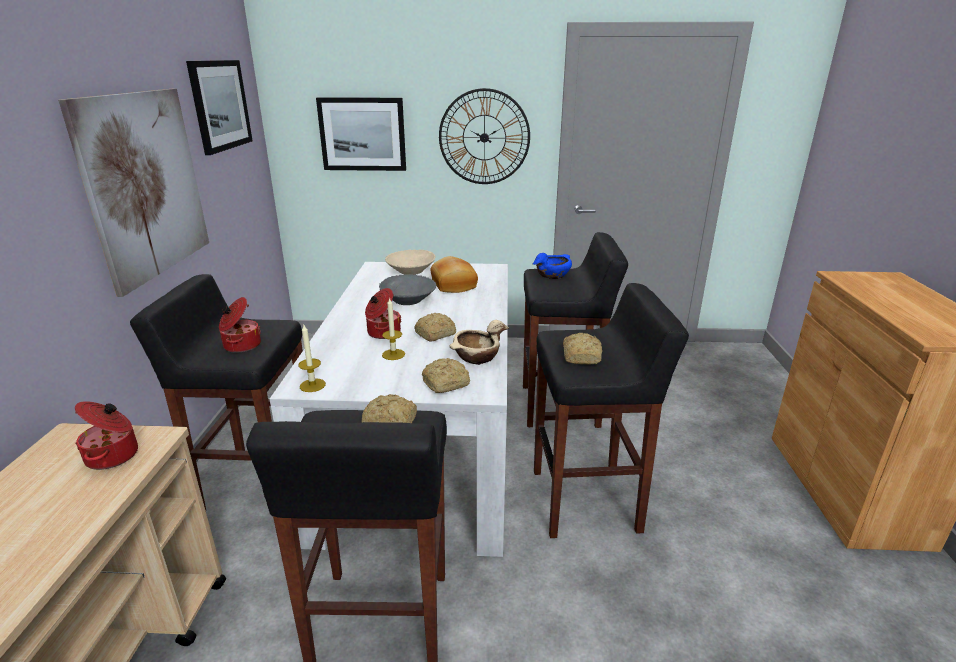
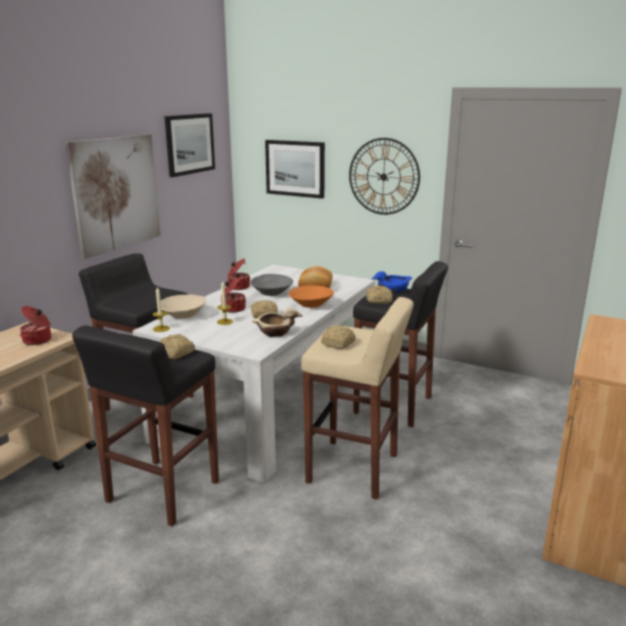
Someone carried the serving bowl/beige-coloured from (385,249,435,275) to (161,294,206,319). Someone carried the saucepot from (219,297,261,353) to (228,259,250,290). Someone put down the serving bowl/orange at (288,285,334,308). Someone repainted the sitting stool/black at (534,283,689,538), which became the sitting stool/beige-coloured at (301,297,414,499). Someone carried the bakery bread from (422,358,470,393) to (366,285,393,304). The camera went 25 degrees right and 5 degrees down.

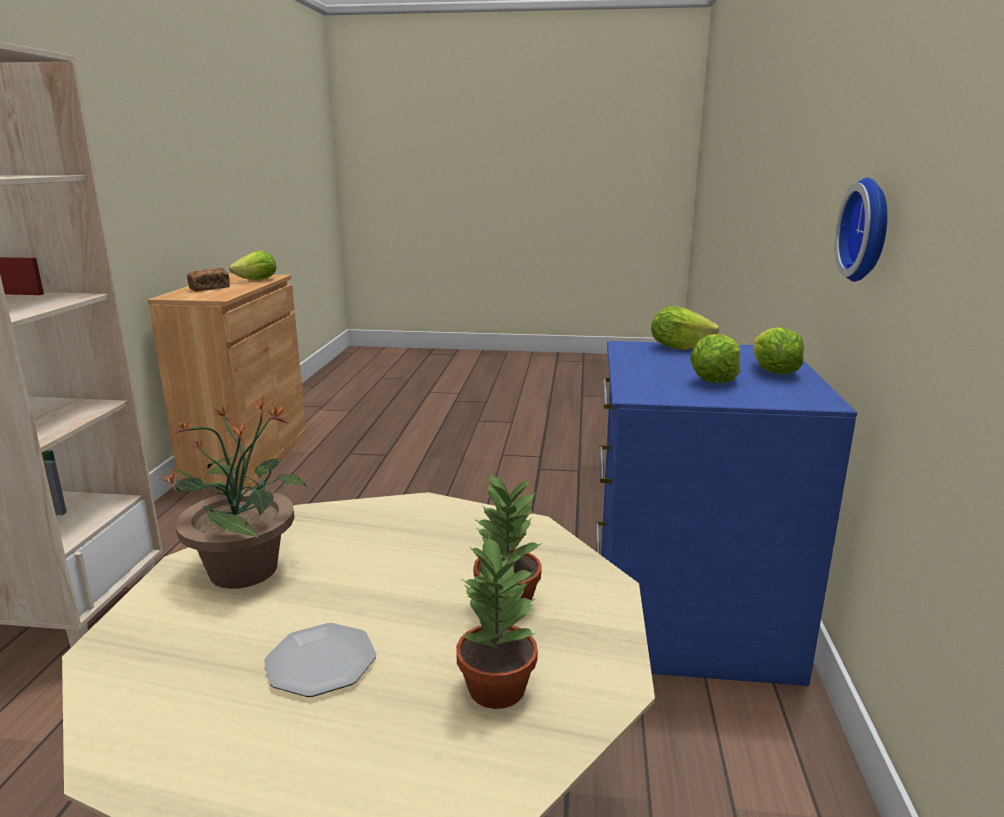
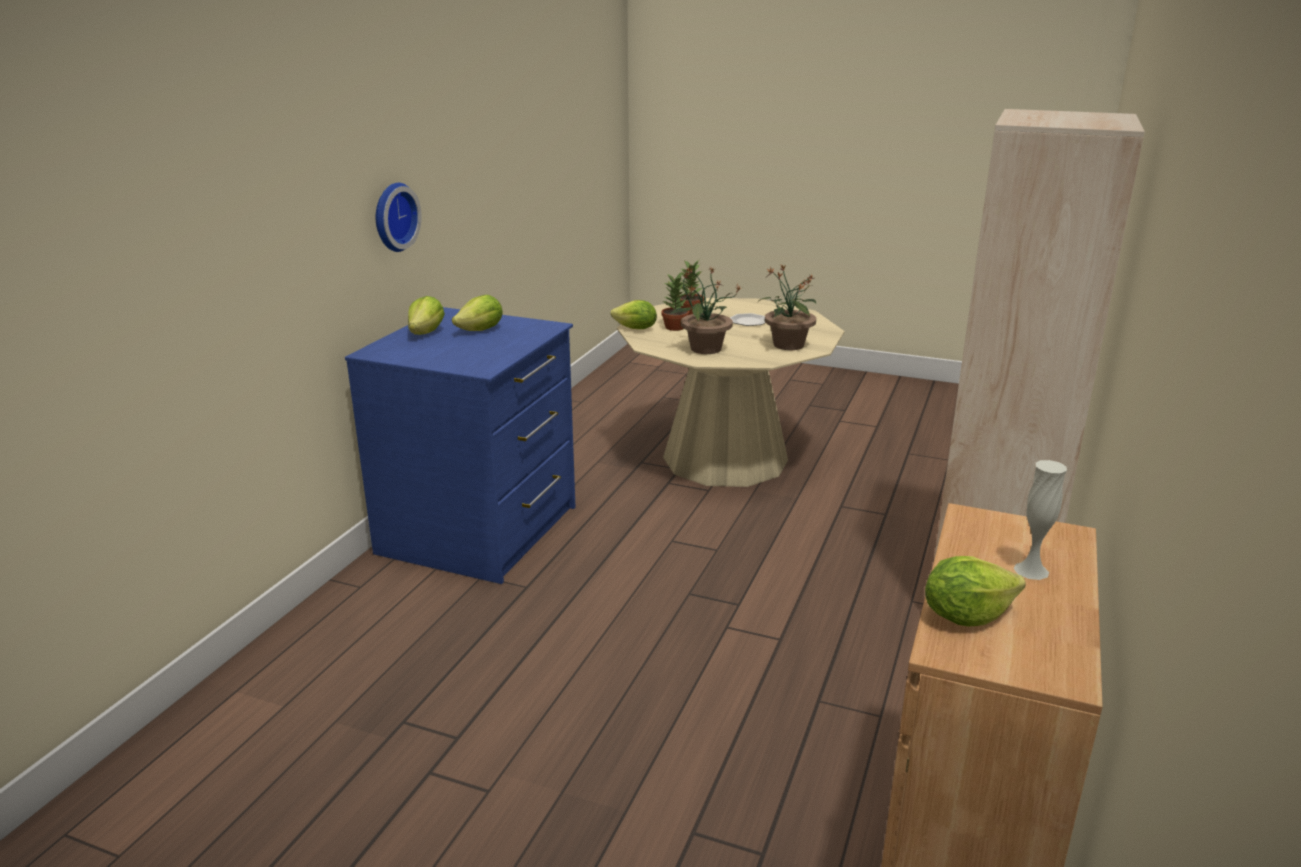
Someone carried the lettuce from (651,306,719,350) to (611,300,657,329). Someone put down the plant in a pot at (670,266,741,354). Someone swapped the bakery bread at (187,268,230,291) for the flower vase/white-coloured at (1014,460,1067,580). The camera went 165 degrees left and 5 degrees up.

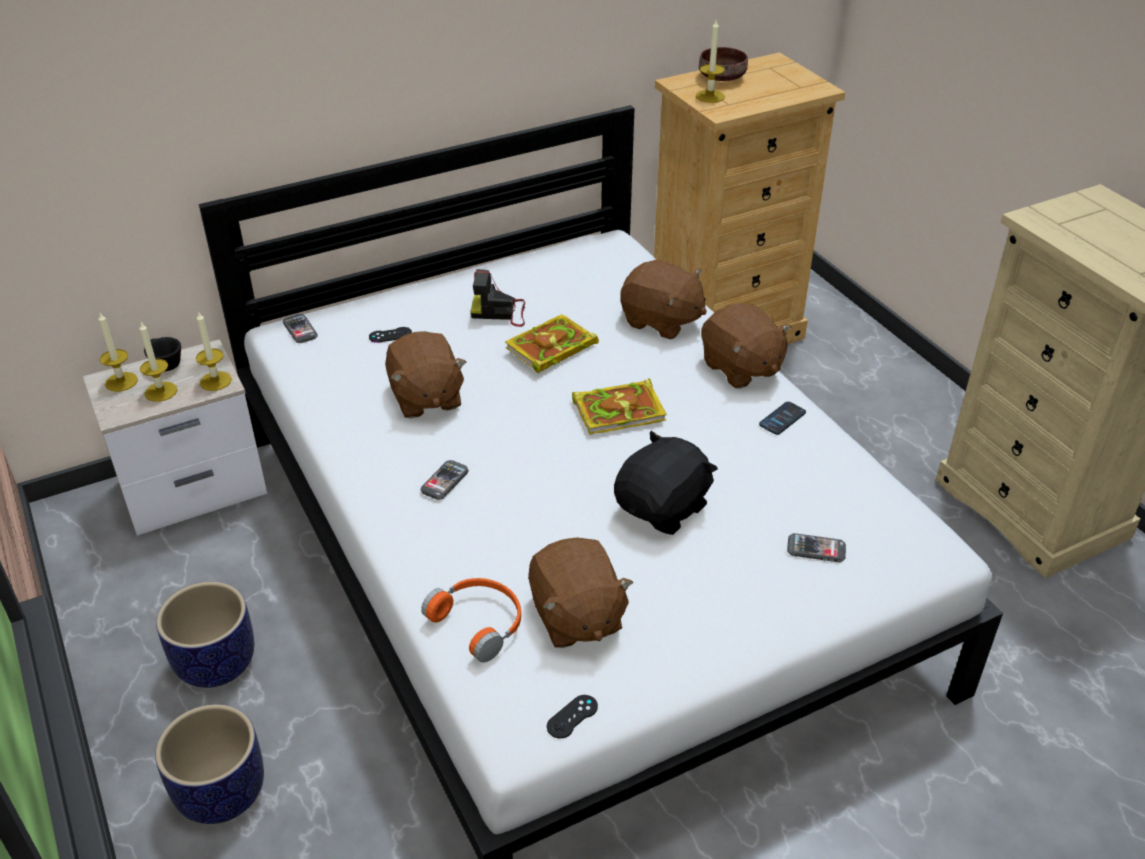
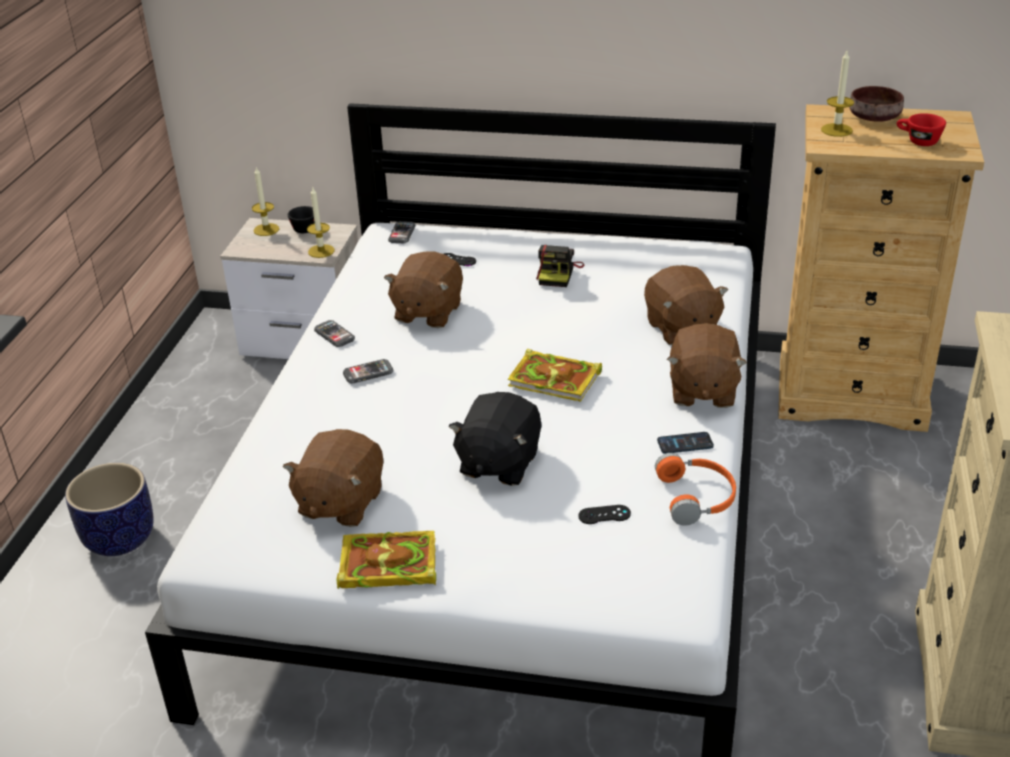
Someone carried the handset from (787,533,846,562) to (314,320,355,347). Someone carried the bound book from (505,314,599,373) to (337,531,436,589). Someone rotated the soft toy/black at (614,431,718,535) by 120 degrees clockwise. Someone rotated the still camera at (470,269,525,327) by 120 degrees counterclockwise. Someone carried the joypad/black from (547,695,598,738) to (578,505,631,524). Someone carried the headphones/orange from (421,578,521,663) to (655,453,736,526). Someone put down the cup/red-coloured at (897,113,946,146). Someone took away the wax light at (139,322,177,402). Someone took away the planter at (156,582,254,688). The camera went 40 degrees right and 5 degrees down.

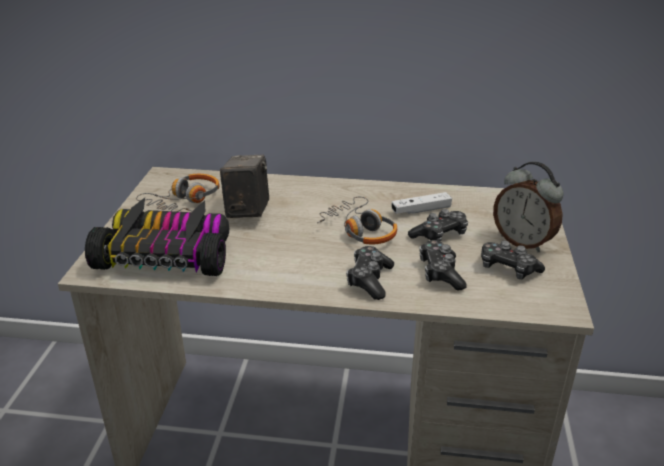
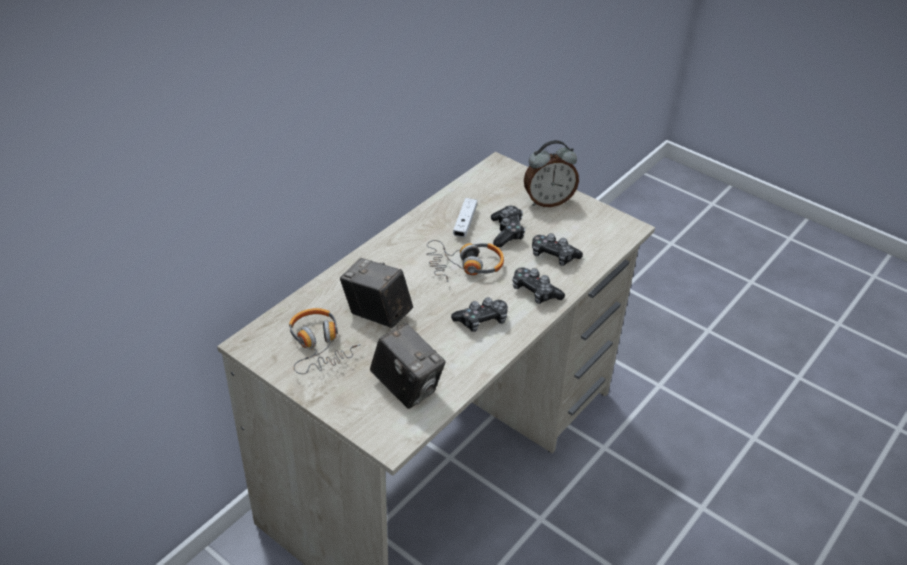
Someone swapped the toy car at (85,198,230,276) for the still camera at (370,323,446,409). Someone carried the joypad from (481,240,545,280) to (451,297,508,332). The camera went 60 degrees left and 10 degrees up.

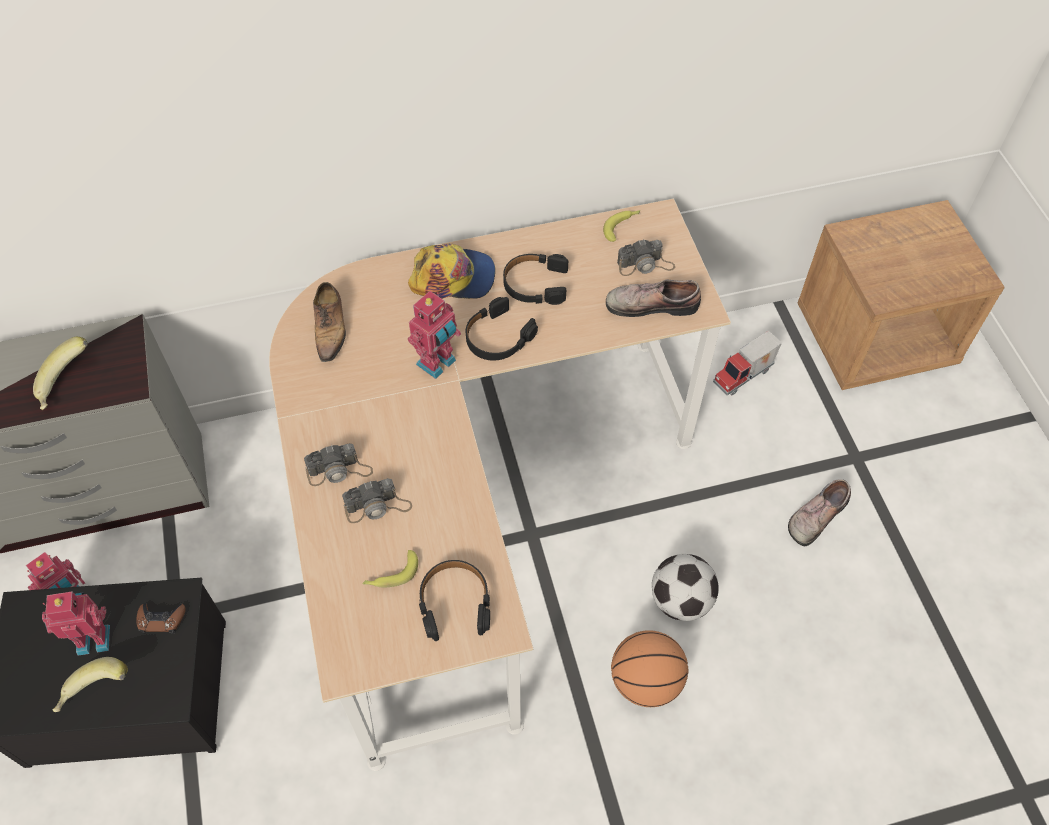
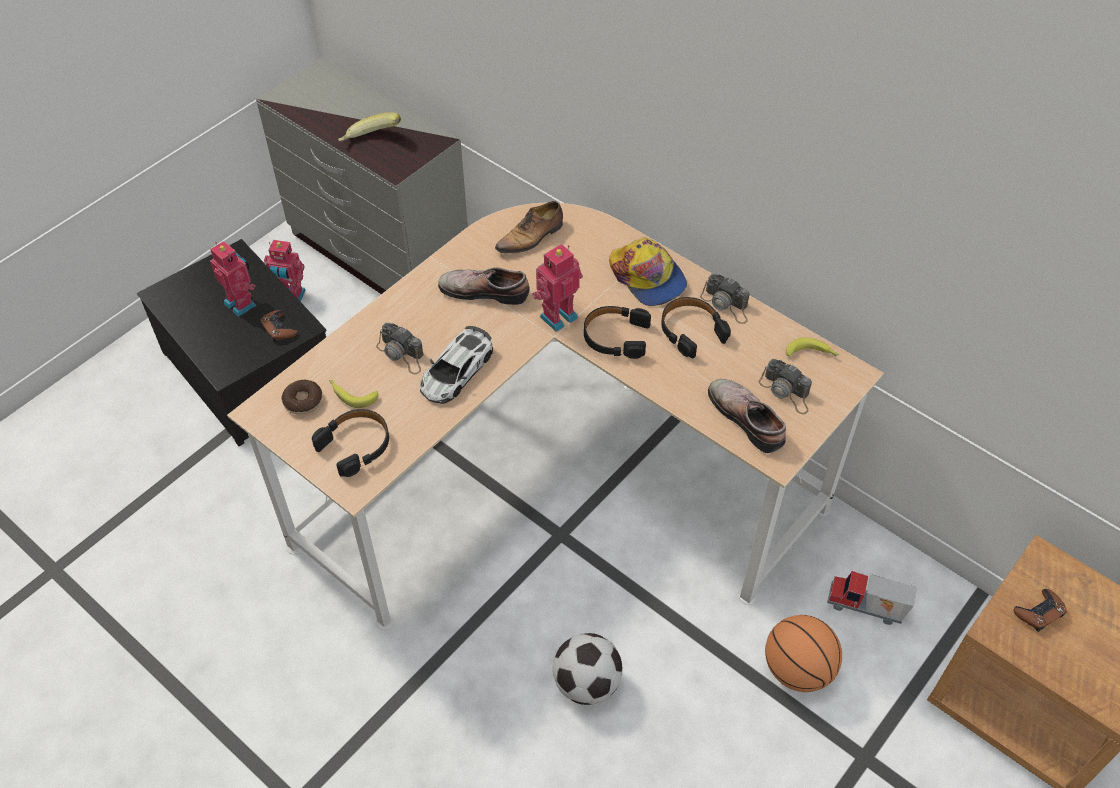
Someone put down the ring doughnut at (282,380,322,414). Someone put down the toy car at (420,326,493,404). Someone carried the low shoe from (788,479,851,546) to (438,267,530,305). Someone rotated the robot figure at (408,291,461,379) by 135 degrees clockwise. Someone carried the still camera from (304,443,373,486) to (700,274,750,324). Someone carried the basketball from (611,630,688,707) to (765,615,842,692). Someone put down the joypad/brownish at (1014,589,1067,632). Someone took away the banana fruit at (53,657,128,712). The camera went 55 degrees right and 5 degrees down.

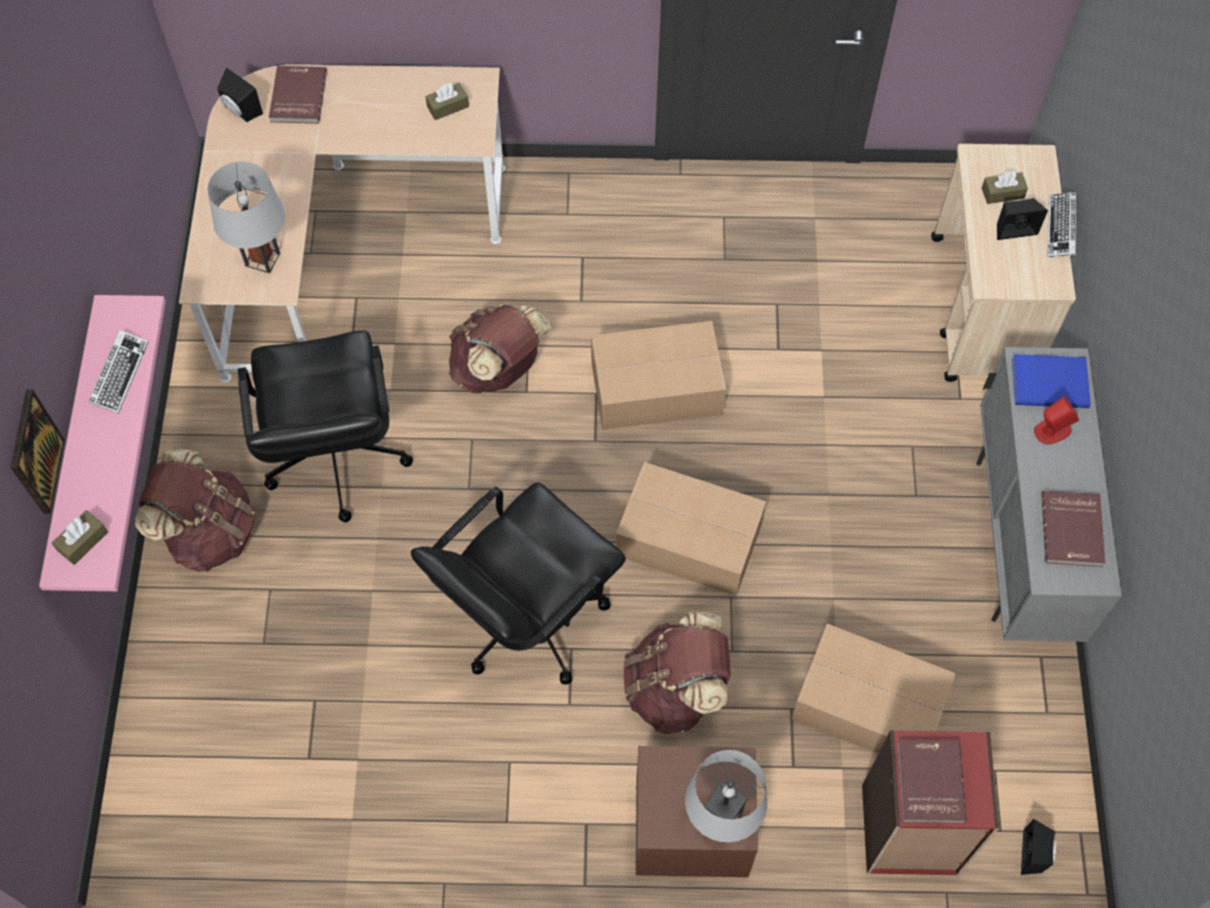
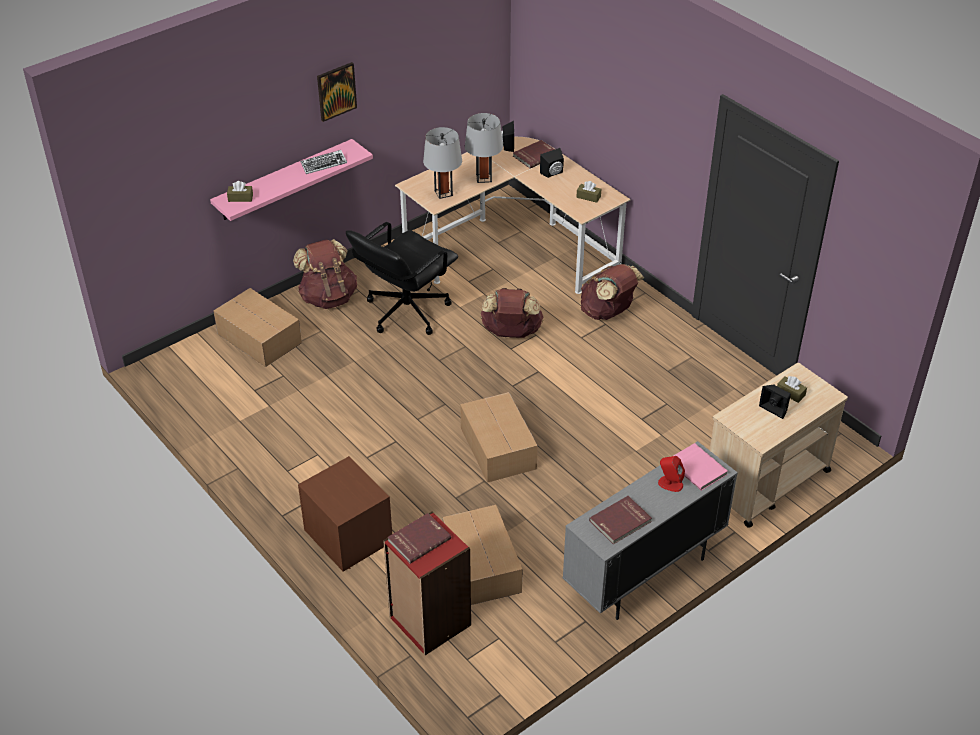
Someone carried the cardboard box from (591,321,726,430) to (213,288,302,367). Someone carried the picture from (10,390,65,514) to (317,62,357,122). Someone carried the lamp for a table/greyish from (685,750,767,843) to (465,113,503,183). Someone carried the speaker/black from (1021,819,1056,875) to (540,148,564,178). Someone carried the backpack/brownish from (624,611,731,734) to (581,264,644,320). Someone repainted the bound book/blue-coloured at (1012,354,1091,408), which became the bound book/pink-coloured at (674,443,728,491). Someone took away the desk chair/black at (411,482,626,685). Someone took away the computer keyboard at (1048,192,1077,257). The camera went 50 degrees right and 20 degrees down.

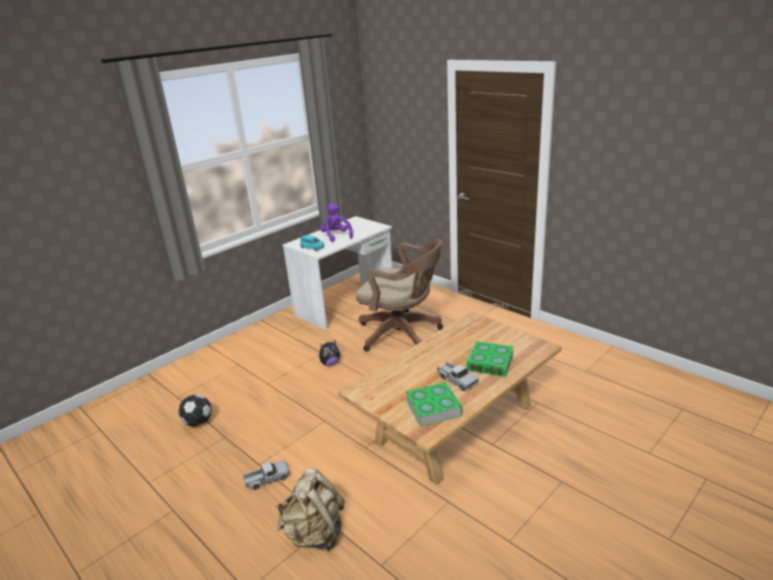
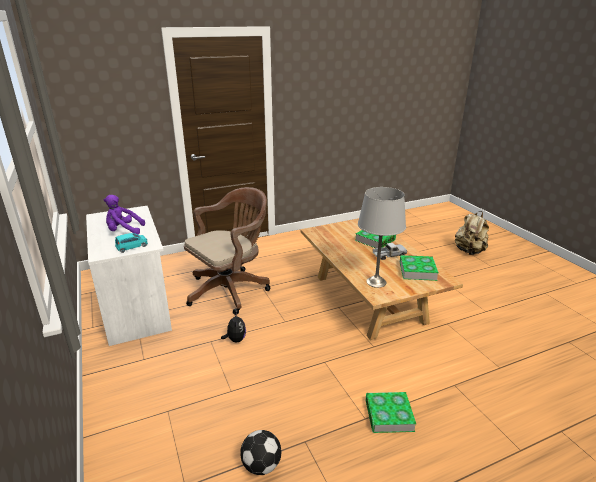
Someone put down the lamp for a table/greyish at (358,187,406,288). Someone swapped the model truck at (243,460,290,490) for the bound book at (366,392,416,433). Someone carried the backpack/beige-coloured from (276,468,345,551) to (455,211,489,255). The camera went 70 degrees left and 0 degrees up.

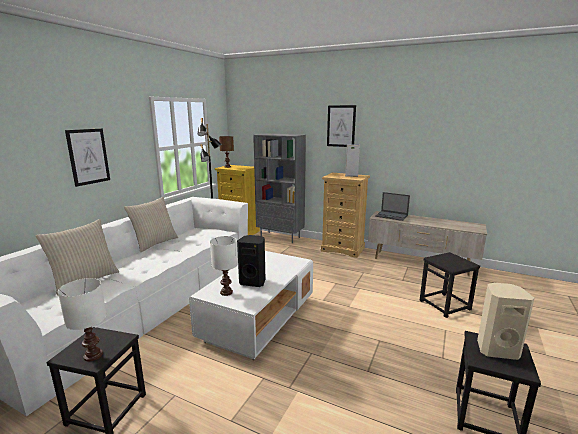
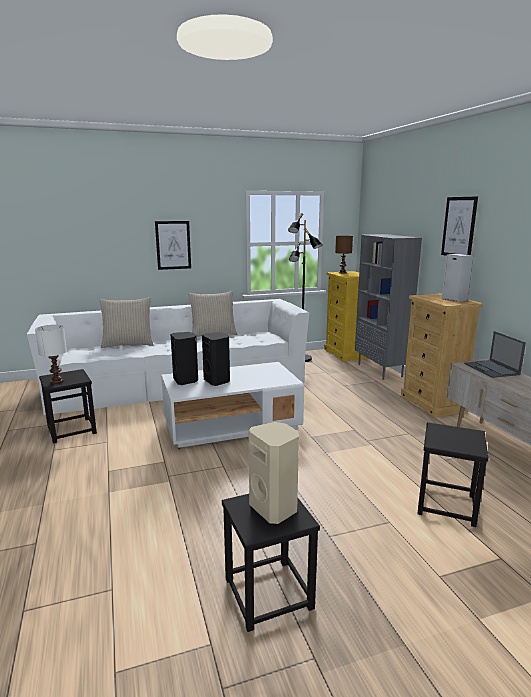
Someone swapped the lamp for a table/white-coloured at (210,236,238,296) for the speaker/black at (171,332,198,385). The camera went 45 degrees right and 0 degrees up.

